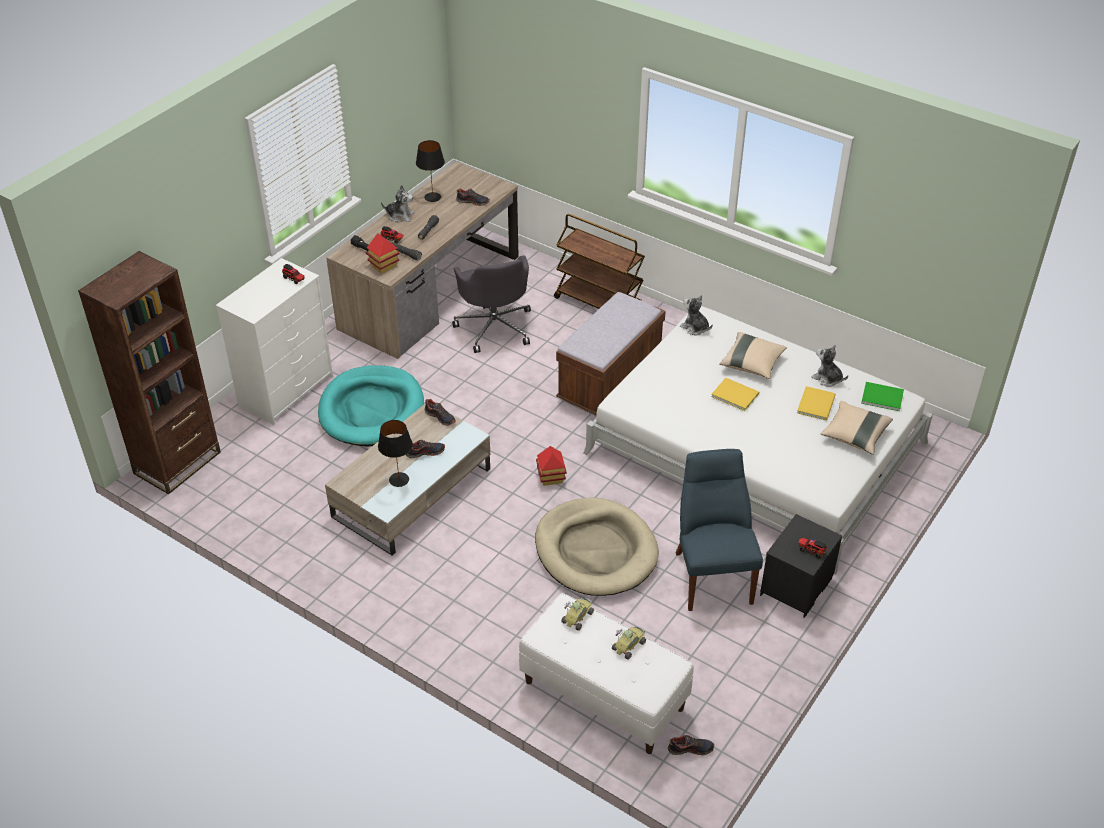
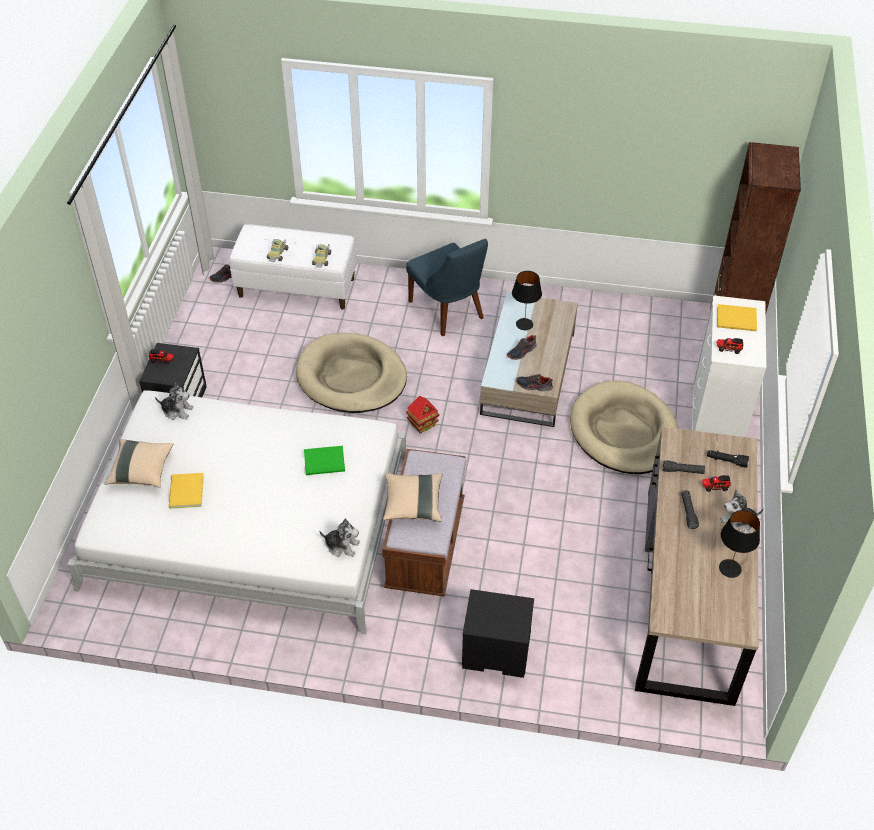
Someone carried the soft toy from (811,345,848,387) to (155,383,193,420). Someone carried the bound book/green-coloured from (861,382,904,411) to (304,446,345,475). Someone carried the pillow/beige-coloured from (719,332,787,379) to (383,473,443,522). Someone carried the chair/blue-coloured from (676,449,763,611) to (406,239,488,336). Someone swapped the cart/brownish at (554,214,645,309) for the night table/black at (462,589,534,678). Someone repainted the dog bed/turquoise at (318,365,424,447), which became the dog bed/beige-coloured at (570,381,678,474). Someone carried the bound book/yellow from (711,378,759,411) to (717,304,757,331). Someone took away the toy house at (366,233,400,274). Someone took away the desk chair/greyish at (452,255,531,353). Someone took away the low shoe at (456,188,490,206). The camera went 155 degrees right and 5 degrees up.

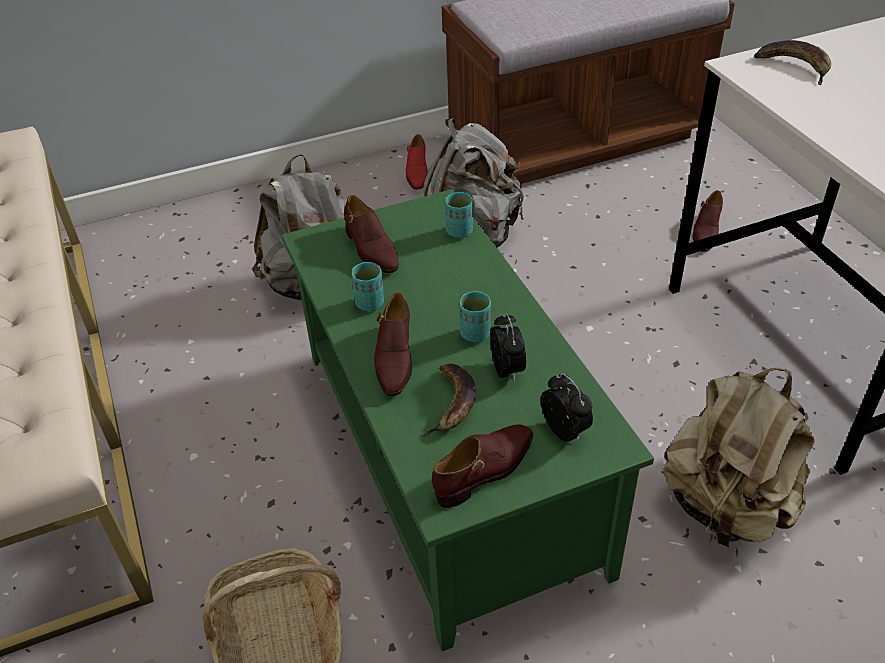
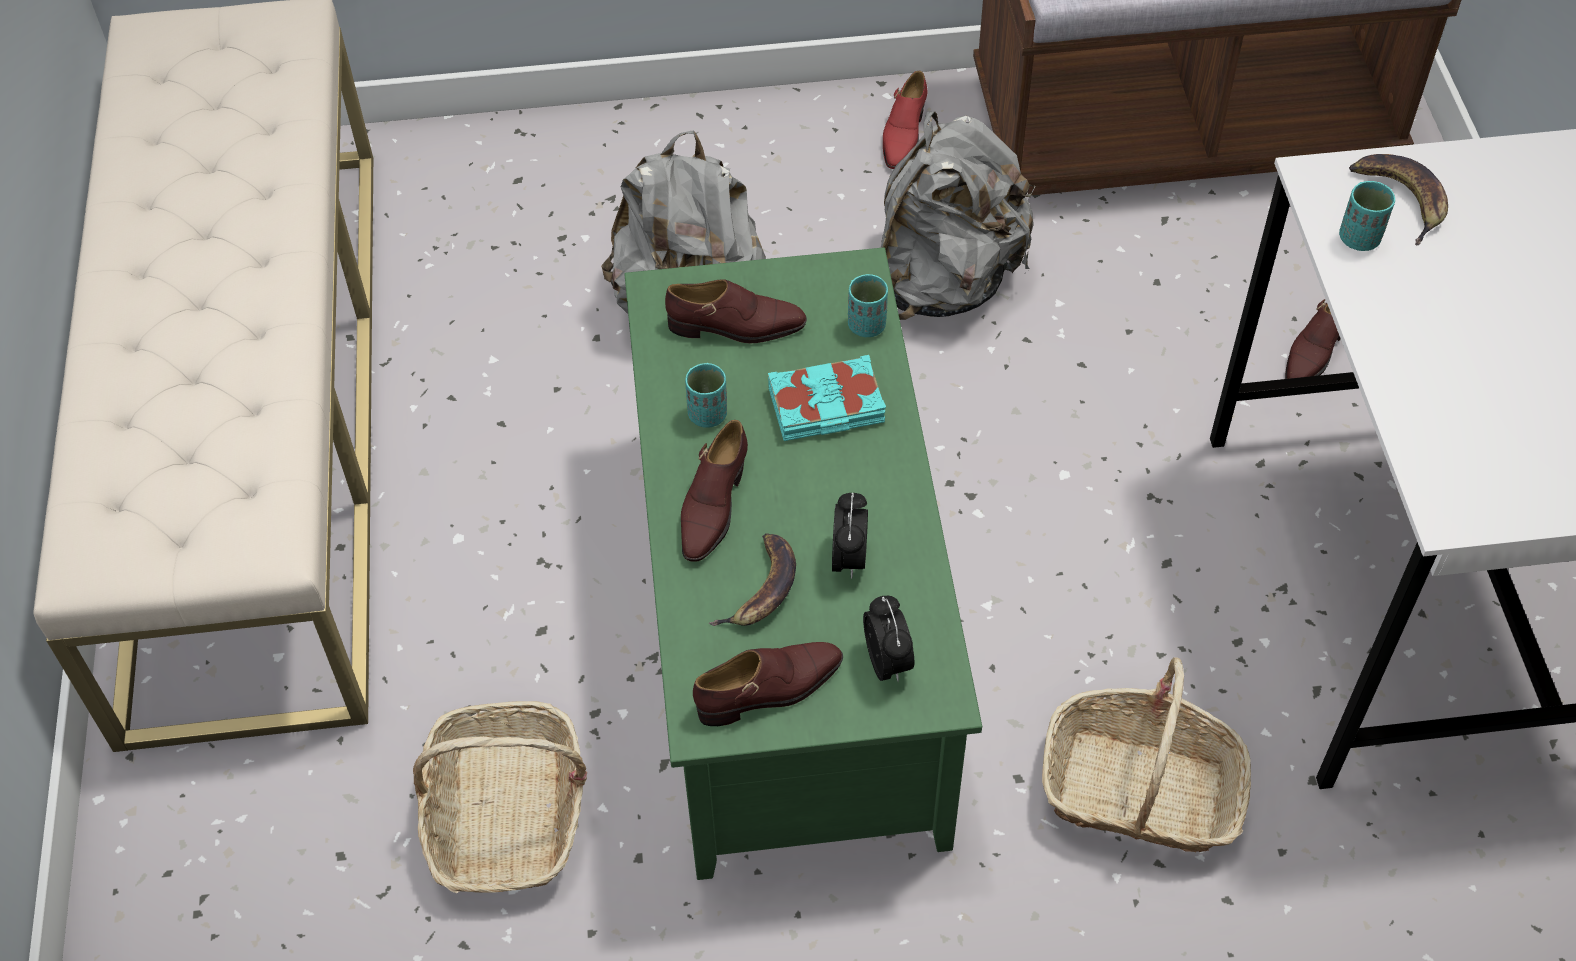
Someone rotated the low shoe/brownish at (344,195,399,273) by 75 degrees counterclockwise. Someone put down the bound book/turquoise at (768,355,886,441). Someone swapped the backpack/beige-coloured at (663,368,815,547) for the basket at (1042,657,1251,852). Someone carried the cup/turquoise from (459,291,491,342) to (1339,181,1395,251). The camera went 15 degrees right and 10 degrees up.

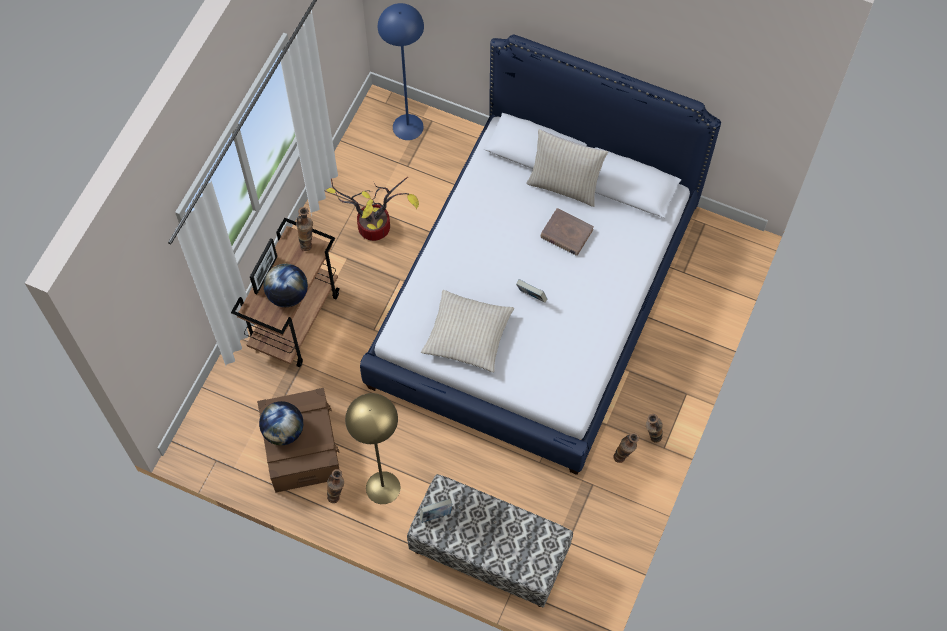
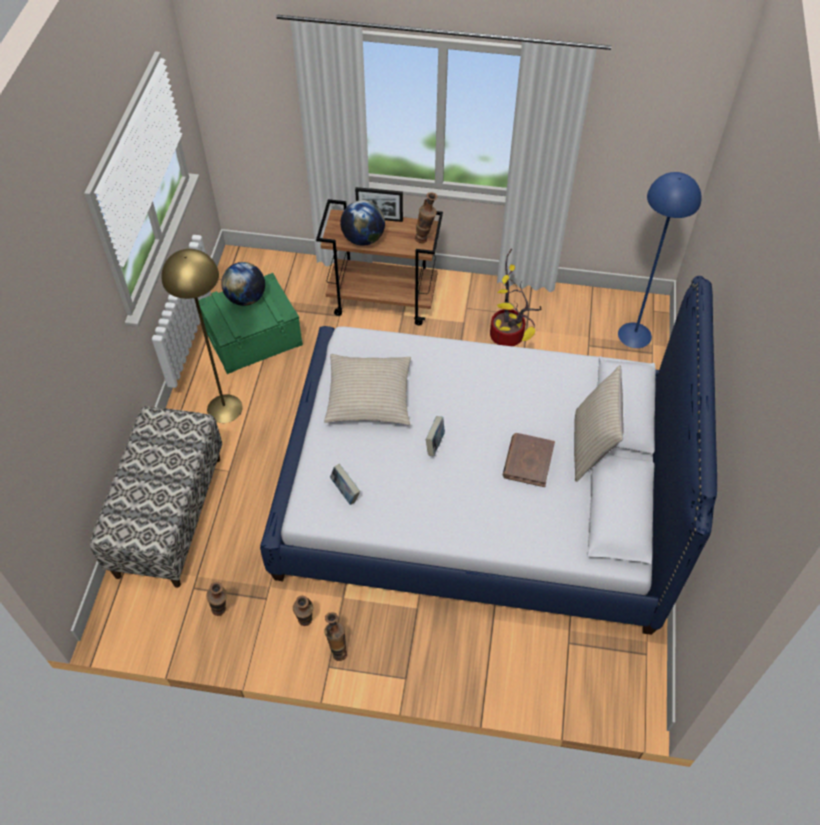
Someone repainted the storage container/brownish at (257,388,340,492), which became the storage container/green-coloured at (199,273,303,374). Someone carried the flower vase from (327,469,344,503) to (206,582,227,616). Someone carried the bound book from (420,499,452,523) to (330,464,360,505). The camera went 75 degrees right and 10 degrees down.

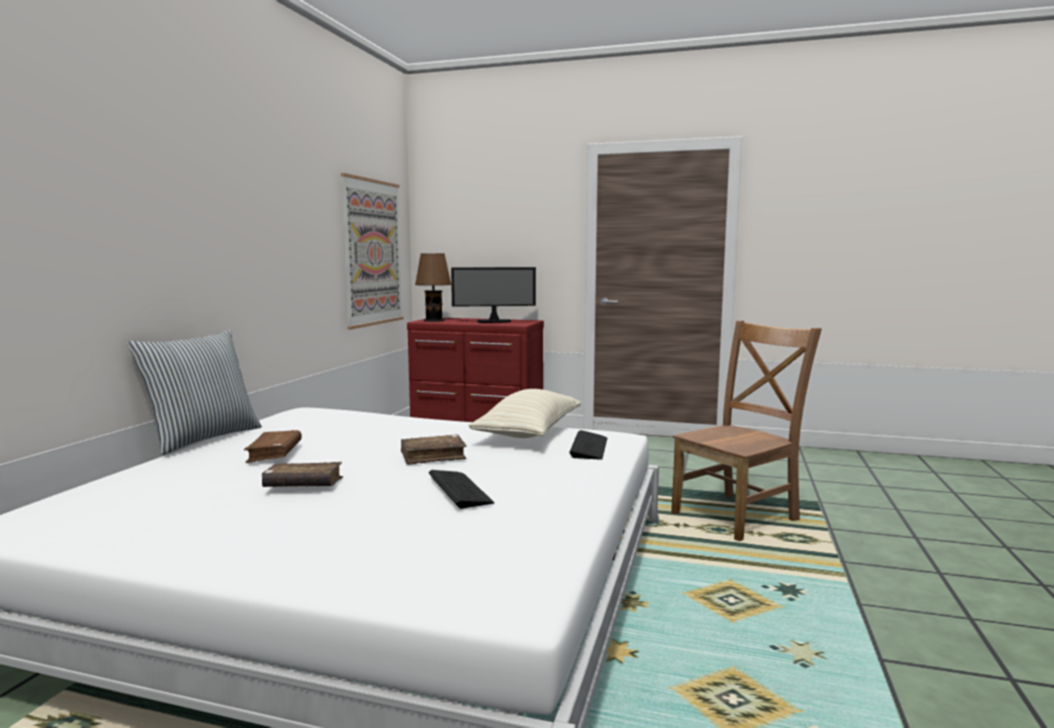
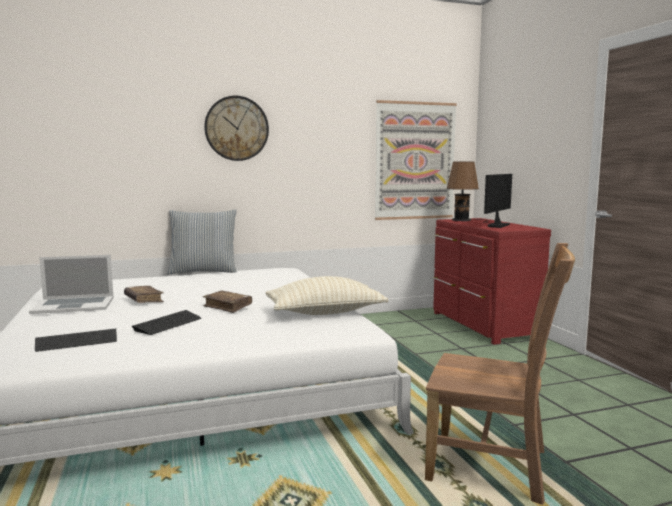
Someone put down the notebook computer at (29,255,114,314). Someone carried the computer keyboard from (569,430,607,460) to (35,329,117,352). Someone put up the wall clock at (204,96,269,161). Someone rotated the computer display at (451,267,536,323) by 75 degrees clockwise. Someone took away the bound book/brownish at (244,430,302,463). The camera went 55 degrees right and 0 degrees up.

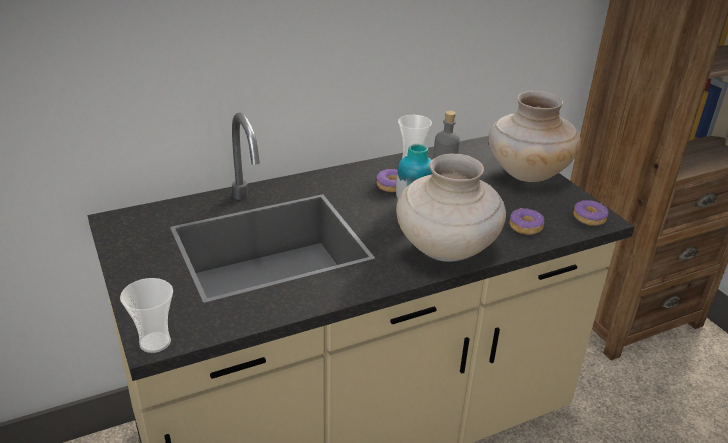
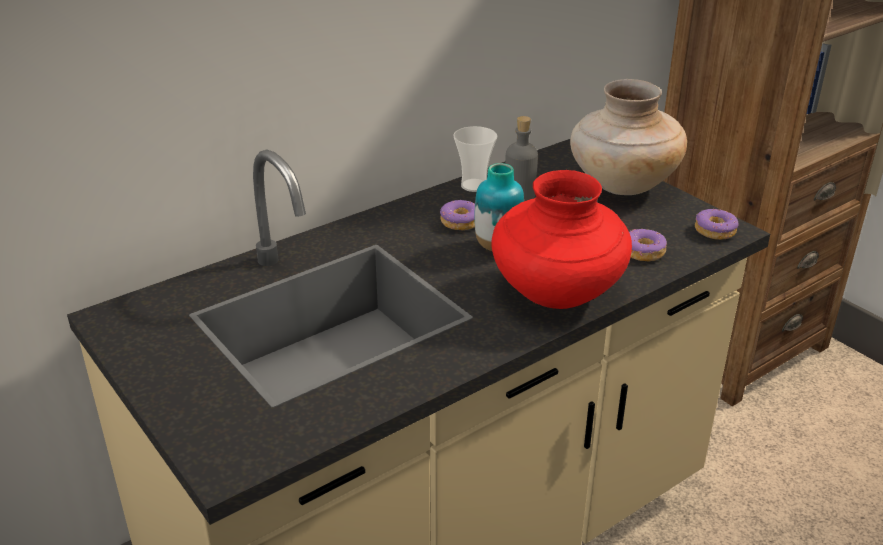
Someone repainted the flower vase/beige-coloured at (396,154,506,262), which became the flower vase/red-coloured at (491,170,632,309). Someone took away the cup at (120,278,173,353). The camera went 10 degrees left and 0 degrees up.

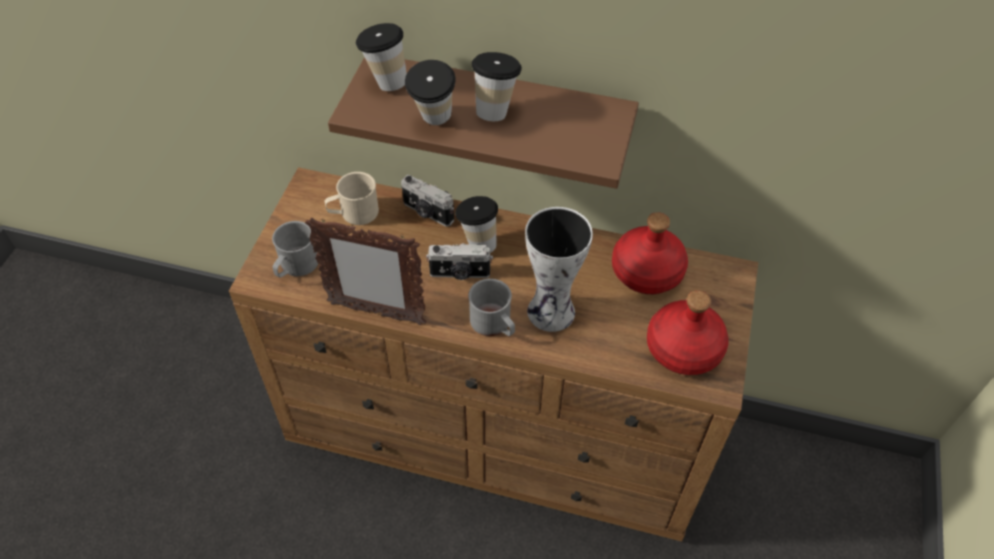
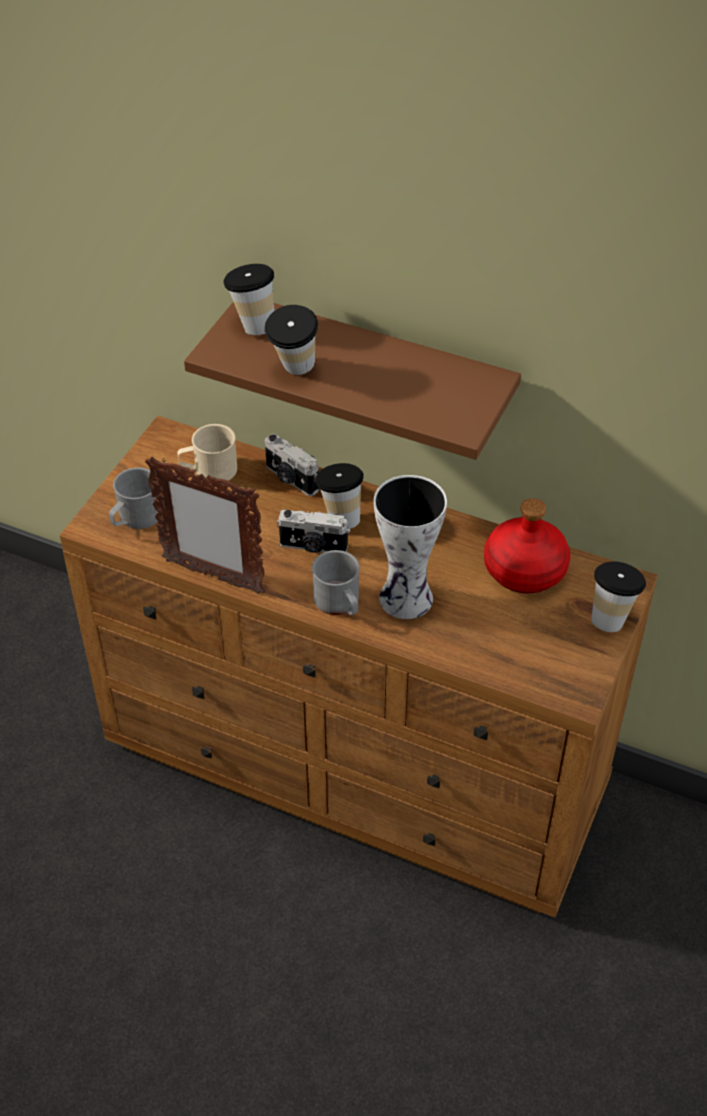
Someone carried the cup from (472,52,522,121) to (591,561,646,632). Someone took away the beverage bottle/red-coloured at (647,291,728,375). The camera went 10 degrees right and 5 degrees down.

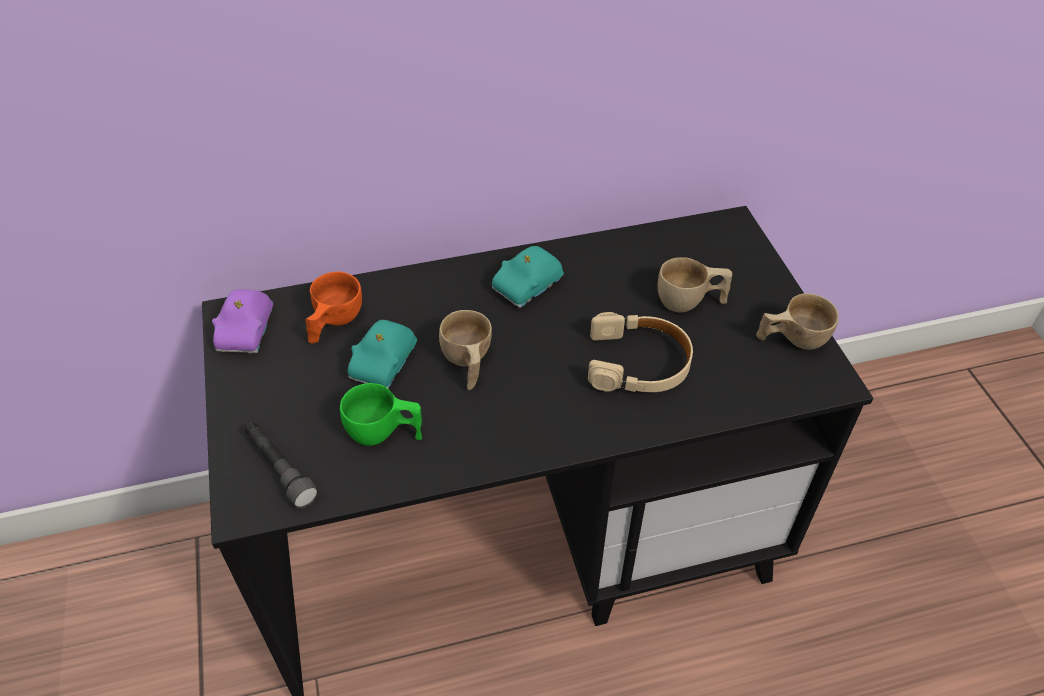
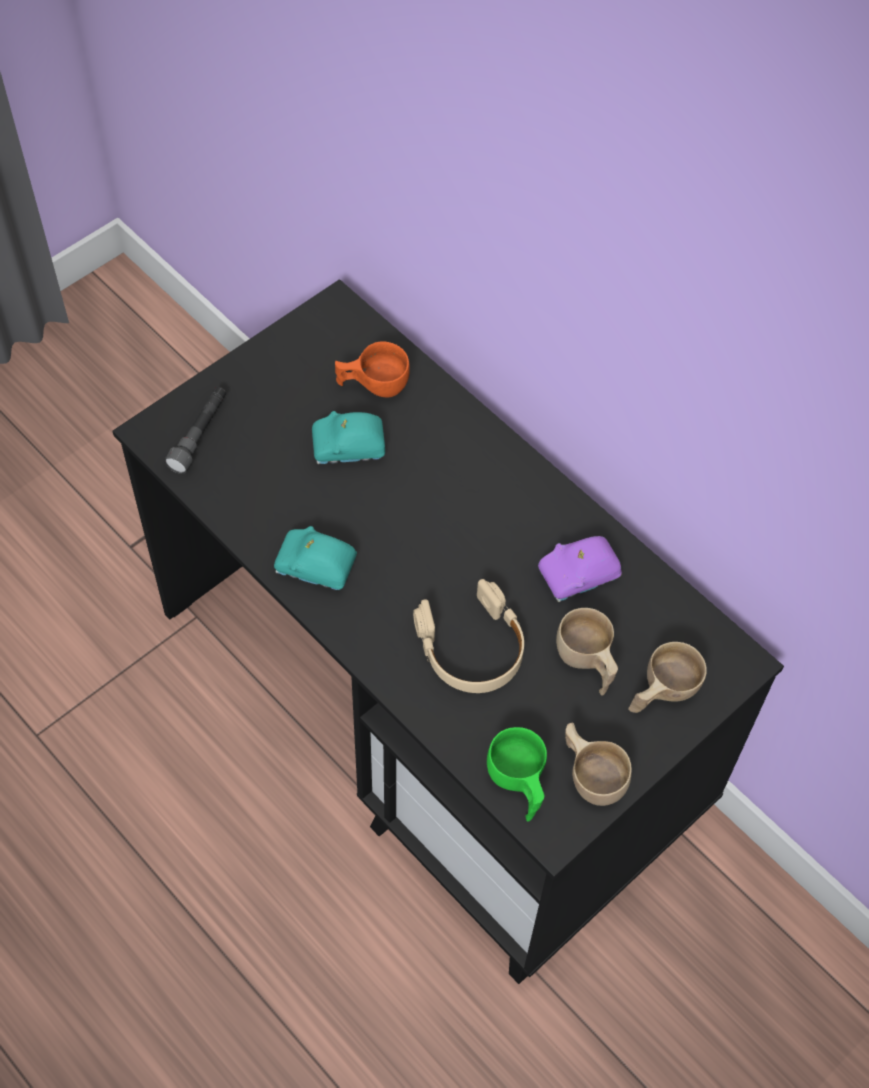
Someone carried the toy car/turquoise from (492,246,564,308) to (274,526,357,590). Someone carried the cup/green-coloured from (340,383,422,446) to (487,727,547,822). Someone carried the toy car/purple from (212,289,273,353) to (538,536,622,602). Someone carried the cup/beige-coloured from (439,310,492,390) to (628,642,707,713). The camera went 60 degrees right and 10 degrees up.

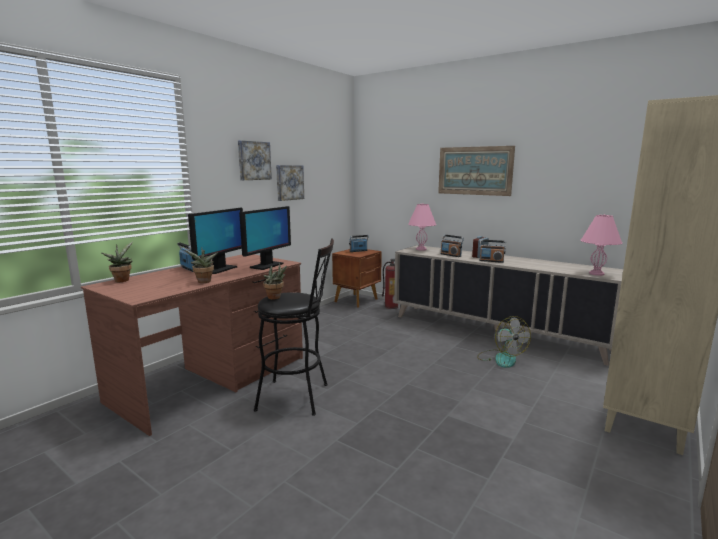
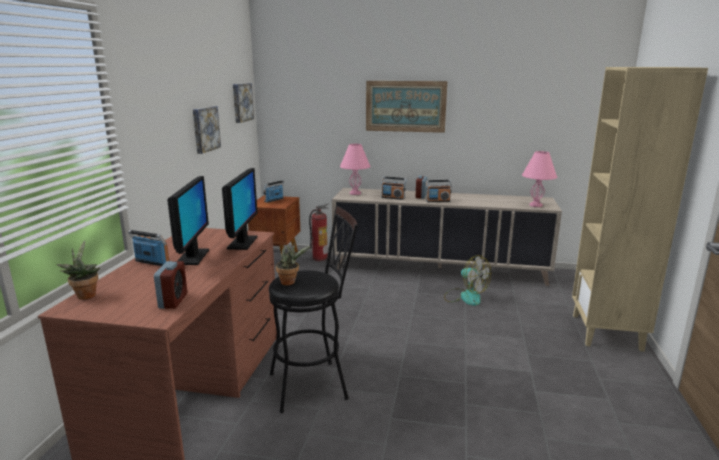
Someone put down the table clock at (154,261,187,309). Someone carried the picture from (238,140,272,180) to (233,83,254,123). Someone took away the plant in a pot at (184,247,218,283). The camera went 25 degrees left and 5 degrees up.

